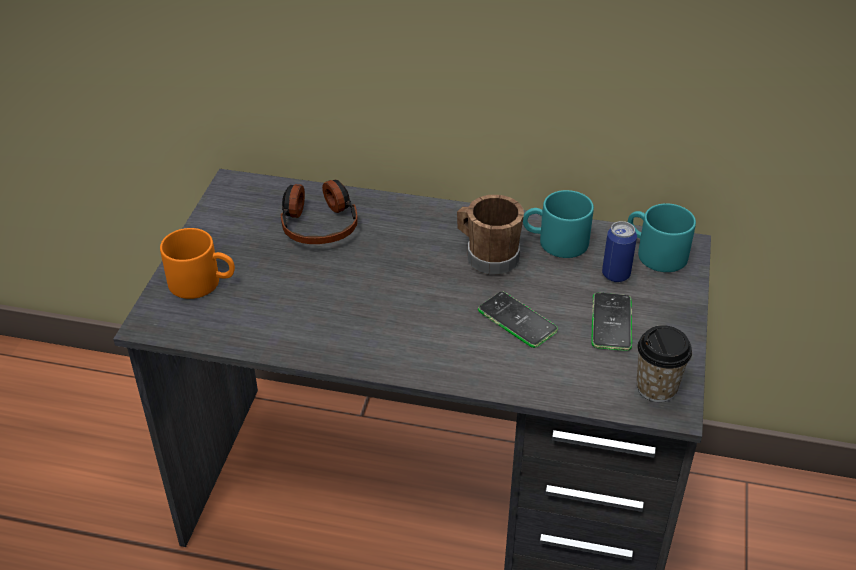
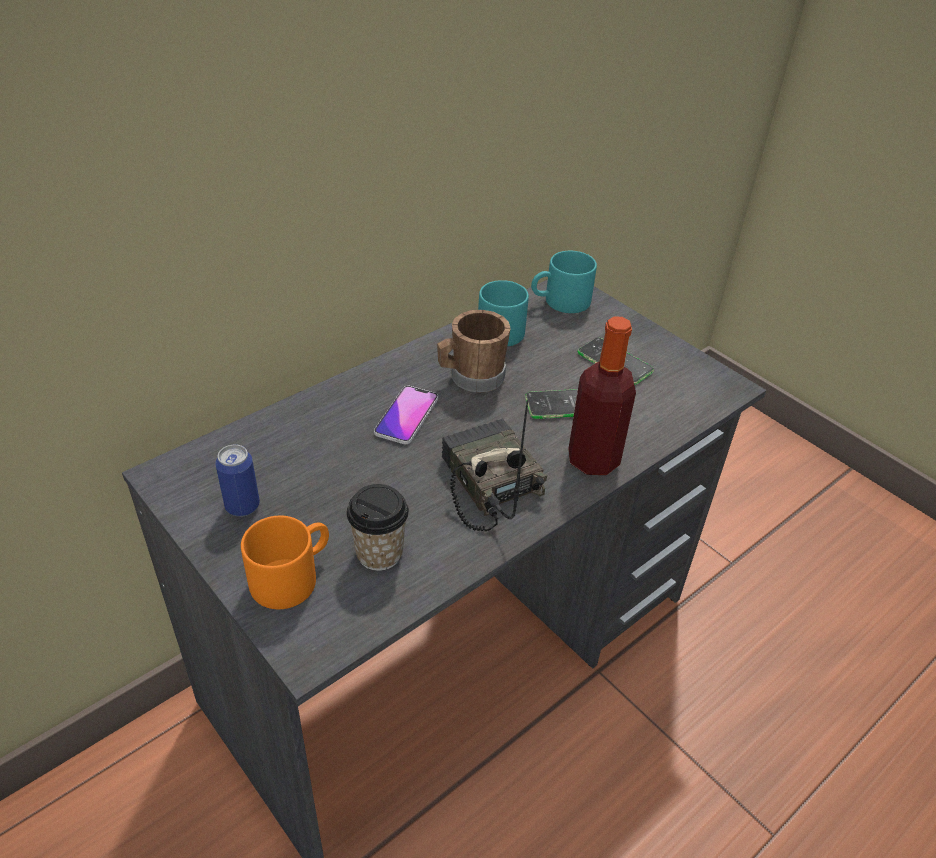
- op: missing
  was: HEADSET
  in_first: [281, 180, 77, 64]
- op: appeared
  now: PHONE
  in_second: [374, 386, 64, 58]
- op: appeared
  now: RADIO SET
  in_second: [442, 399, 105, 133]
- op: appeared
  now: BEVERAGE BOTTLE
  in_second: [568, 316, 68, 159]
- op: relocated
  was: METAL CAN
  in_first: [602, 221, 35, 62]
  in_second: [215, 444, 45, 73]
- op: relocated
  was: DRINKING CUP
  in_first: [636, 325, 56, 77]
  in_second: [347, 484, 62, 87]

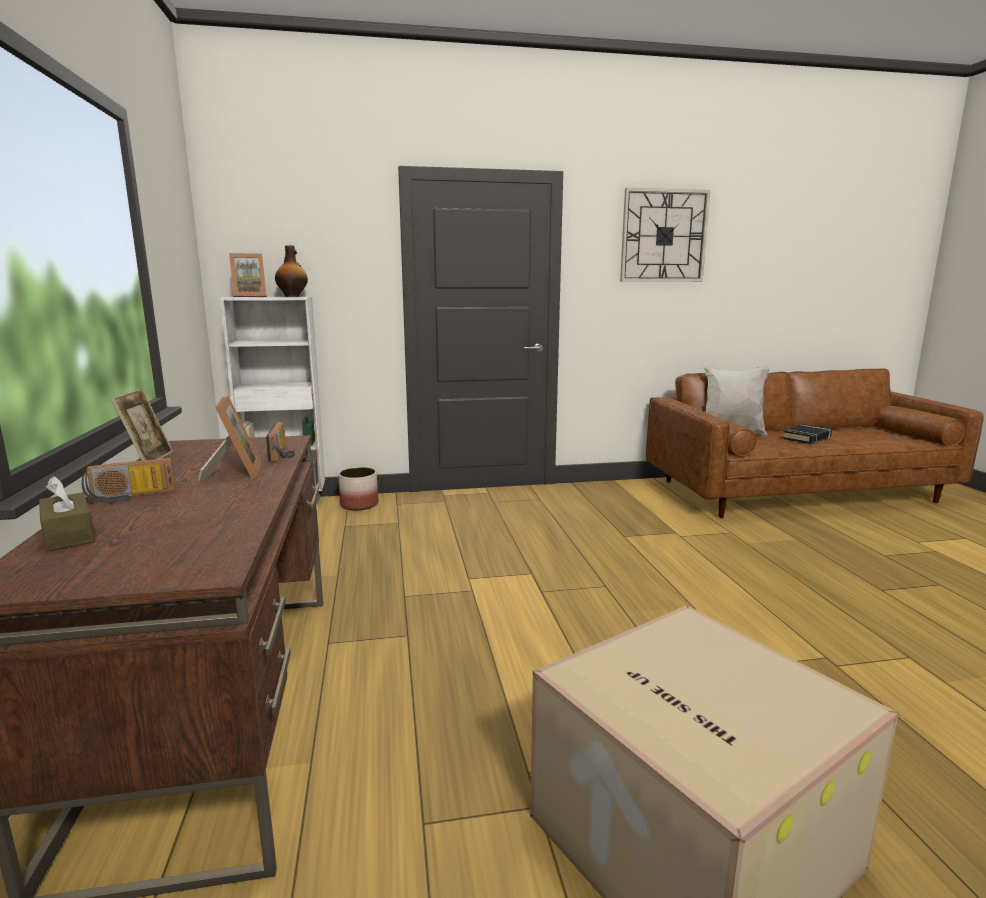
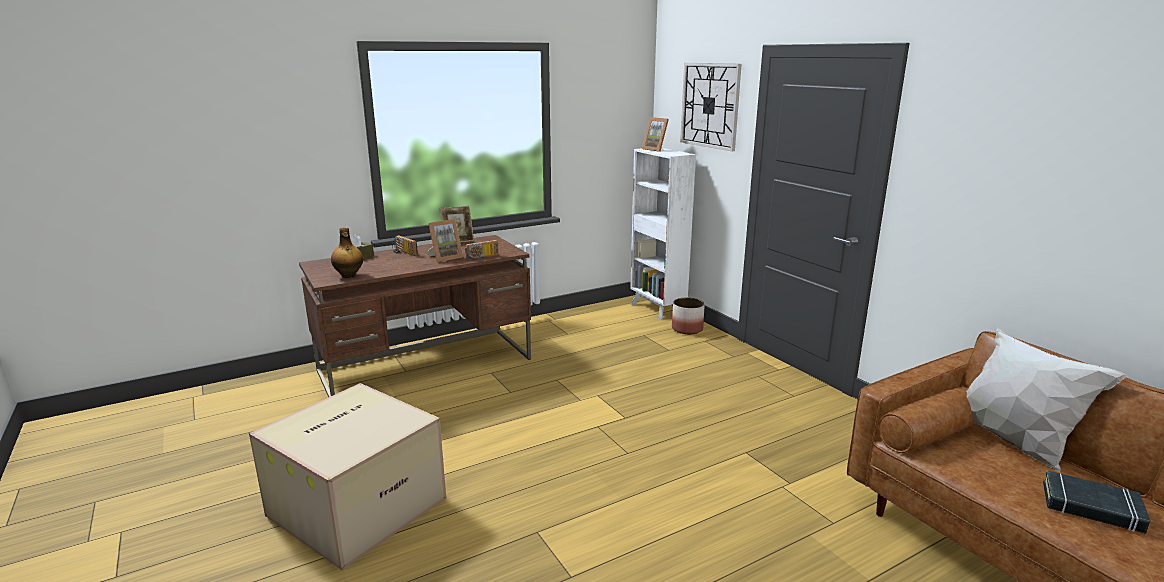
- op: relocated
  was: BEVERAGE BOTTLE
  in_first: [275, 245, 33, 52]
  in_second: [331, 227, 32, 51]
- op: relocated
  was: WALL CLOCK
  in_first: [620, 188, 90, 94]
  in_second: [680, 63, 62, 89]

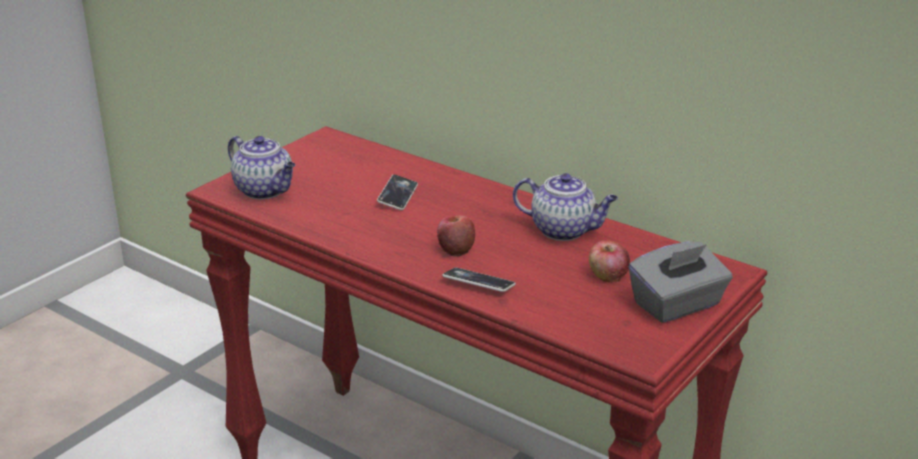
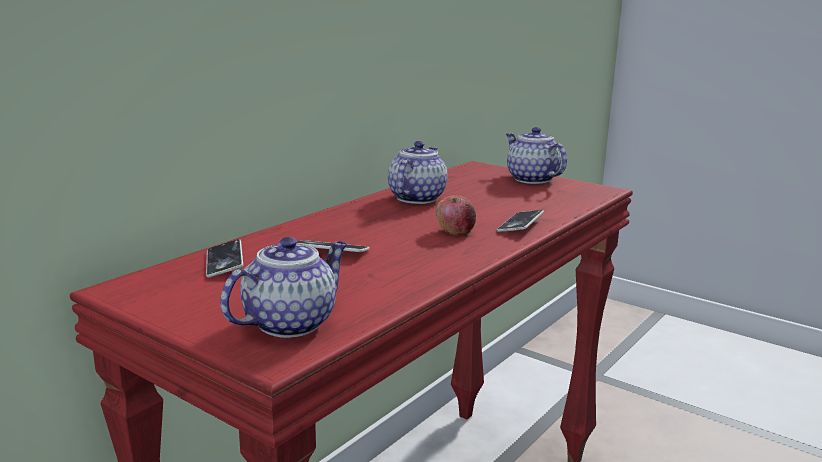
- op: missing
  was: APPLE FRUIT
  in_first: [589, 240, 41, 43]
- op: appeared
  now: PHONE
  in_second: [206, 239, 37, 39]
- op: exchanged
  was: GREYISH TISSUE HOLDER
  now: POT FOR TEA
  in_first: [628, 241, 105, 82]
  in_second: [506, 127, 61, 57]

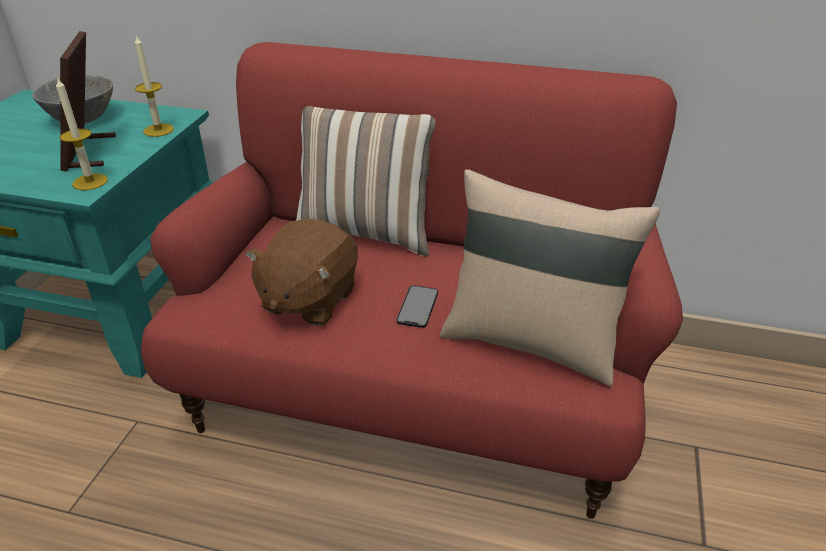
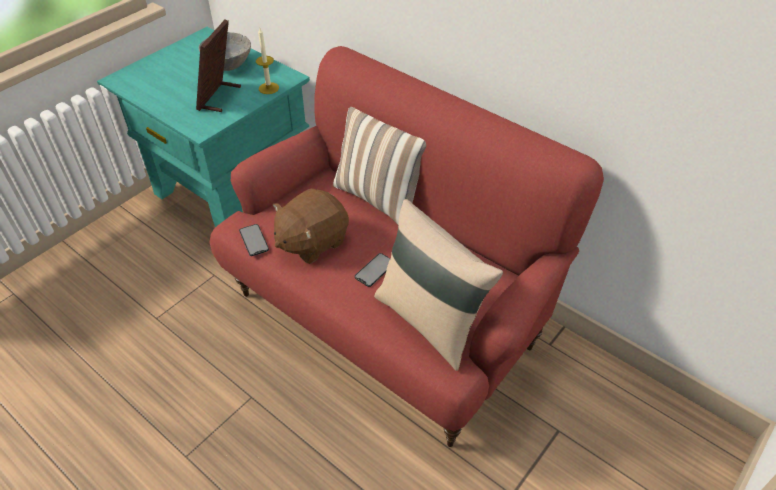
- op: missing
  was: WAX LIGHT
  in_first: [56, 76, 52, 114]
- op: appeared
  now: PHONE
  in_second: [239, 224, 30, 32]

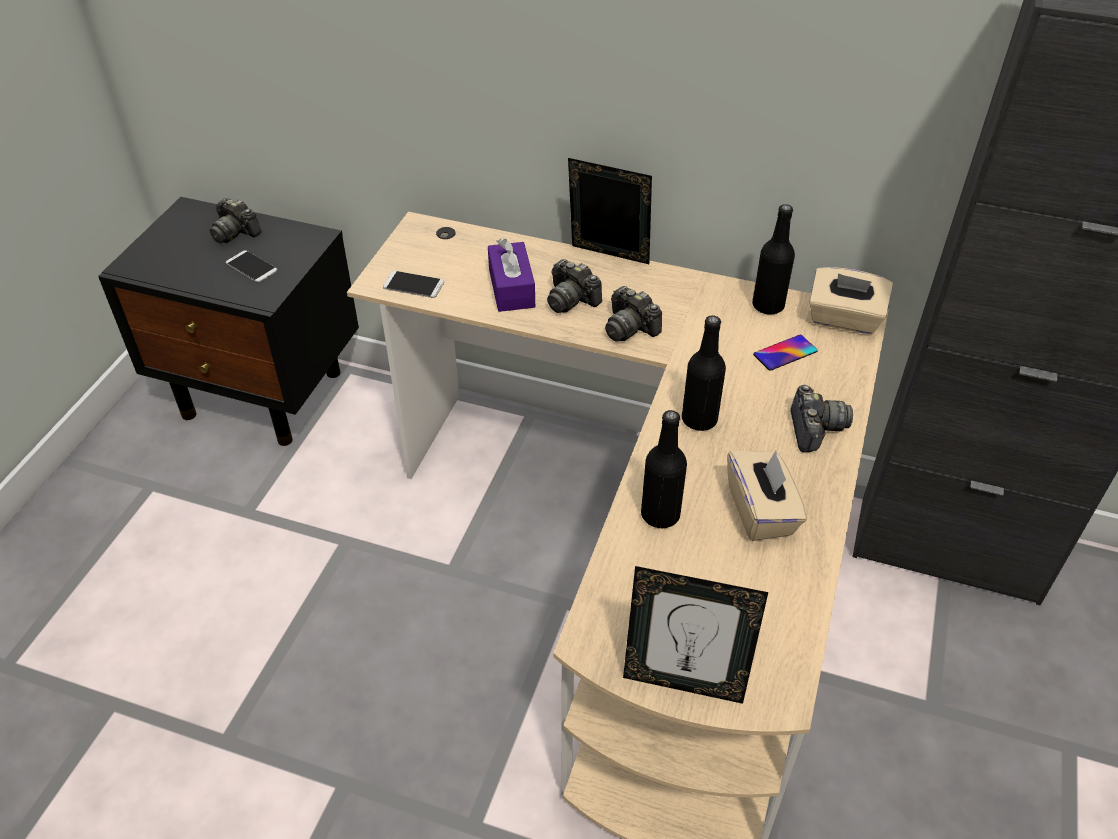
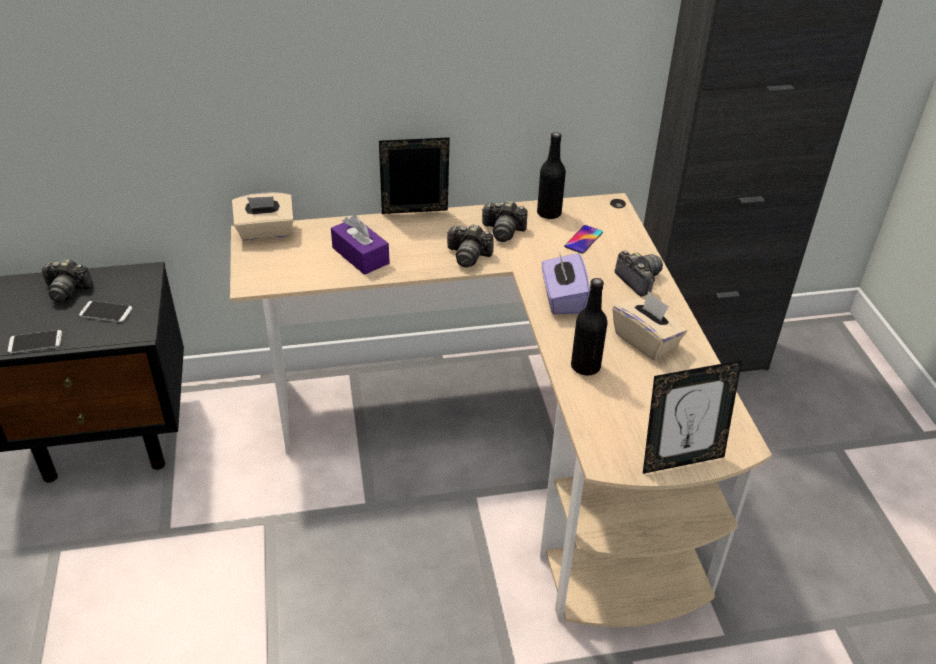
- op: relocated
  was: PHONE
  in_first: [383, 271, 61, 27]
  in_second: [8, 330, 54, 23]
- op: relocated
  was: PHOTO CAMERA
  in_first: [547, 259, 55, 54]
  in_second: [481, 200, 46, 42]
- op: relocated
  was: SAND-COLOURED TISSUE HOLDER
  in_first: [809, 267, 84, 67]
  in_second: [232, 193, 62, 48]
- op: exchanged
  was: BLACK BEVERAGE BOTTLE
  now: PURPLISH TISSUE HOLDER
  in_first: [682, 315, 44, 116]
  in_second: [542, 252, 48, 63]

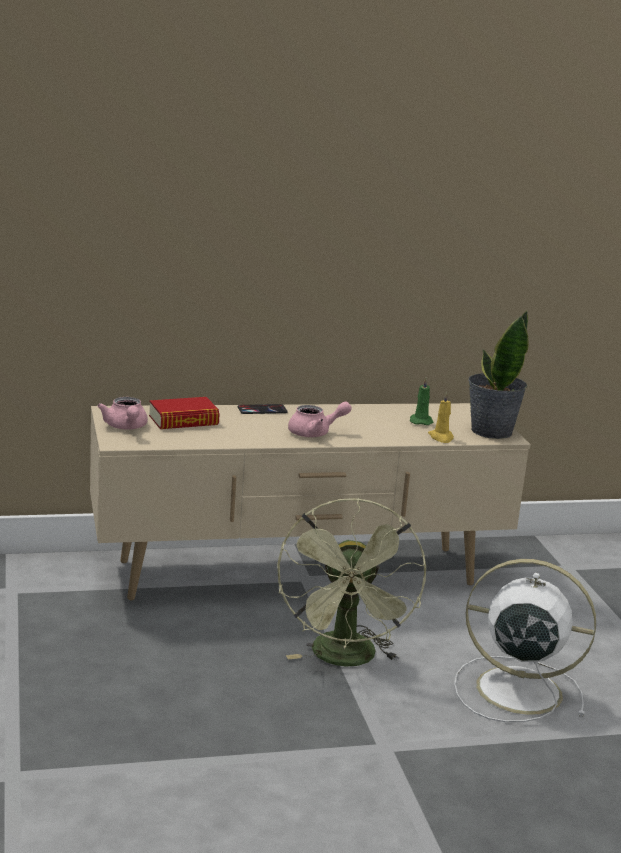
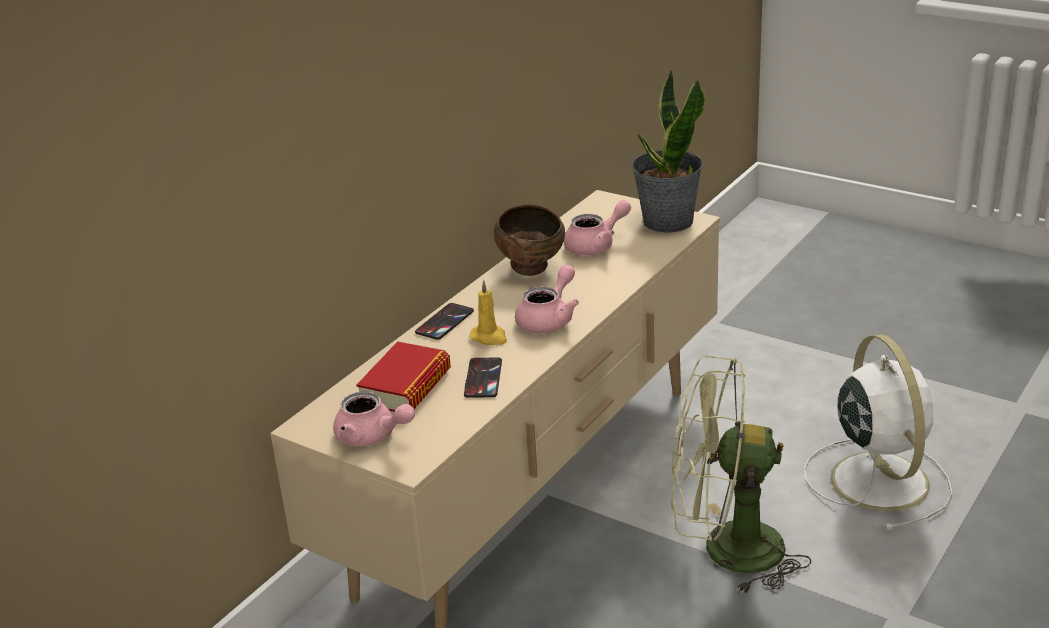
- op: appeared
  now: PHONE
  in_second: [464, 358, 38, 40]
- op: appeared
  now: BROWNISH DEEP DISH
  in_second: [494, 204, 71, 72]
- op: relocated
  was: YELLOW WAX LIGHT
  in_first: [428, 392, 26, 51]
  in_second: [470, 280, 37, 65]
- op: exchanged
  was: GREEN WAX LIGHT
  now: PINK-COLOURED POT FOR TEA
  in_first: [410, 378, 23, 47]
  in_second: [564, 200, 67, 55]
- op: spun
  was: GREEN FAN
  in_first: [277, 498, 149, 168]
  in_second: [671, 356, 140, 239]
  clockwise: 135
- op: spun
  was: WHITE-COLOURED FAN
  in_first: [454, 559, 142, 163]
  in_second: [804, 334, 149, 197]
  clockwise: 105

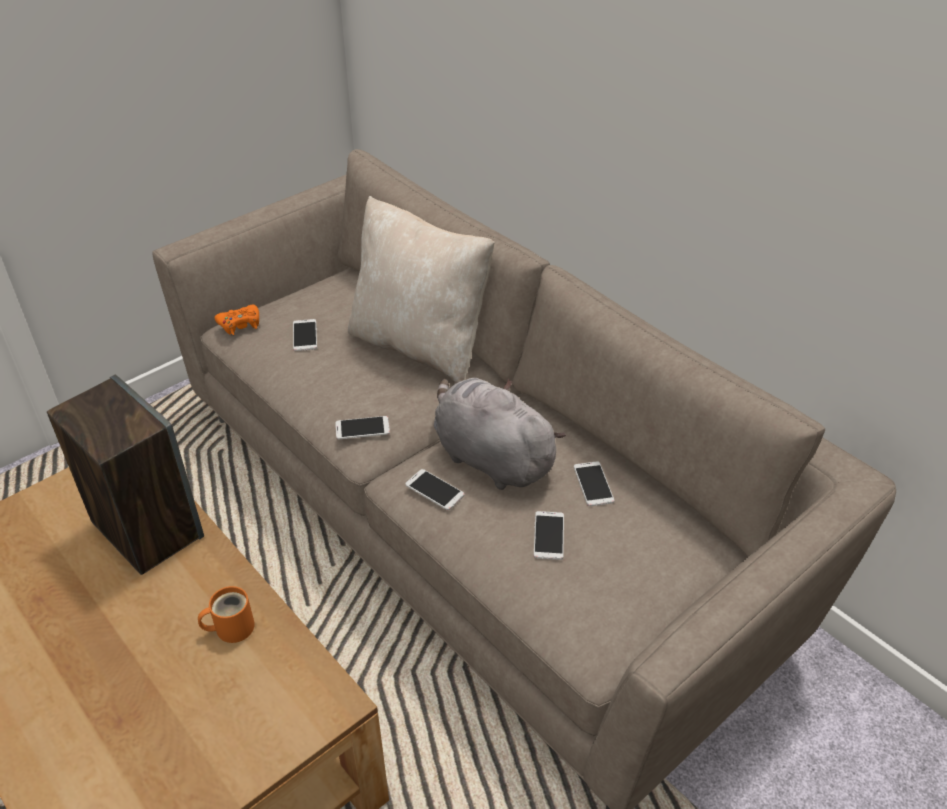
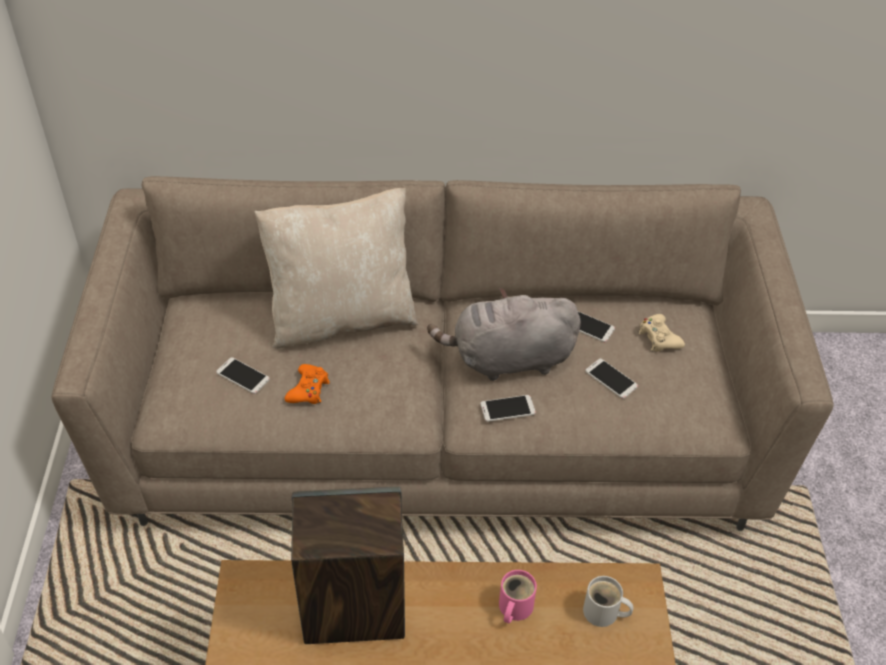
- op: missing
  was: PHONE
  in_first: [335, 416, 55, 23]
- op: appeared
  now: WHITE-COLOURED MUG
  in_second: [583, 576, 50, 51]
- op: appeared
  now: SAND-COLOURED GAME CONTROLLER
  in_second: [638, 314, 47, 38]
- op: relocated
  was: ORANGE GAME CONTROLLER
  in_first: [215, 305, 44, 30]
  in_second: [285, 364, 45, 40]
- op: colour
  was: ORANGE MUG
  now: PINK-COLOURED MUG
  in_first: [198, 586, 57, 57]
  in_second: [499, 570, 38, 53]

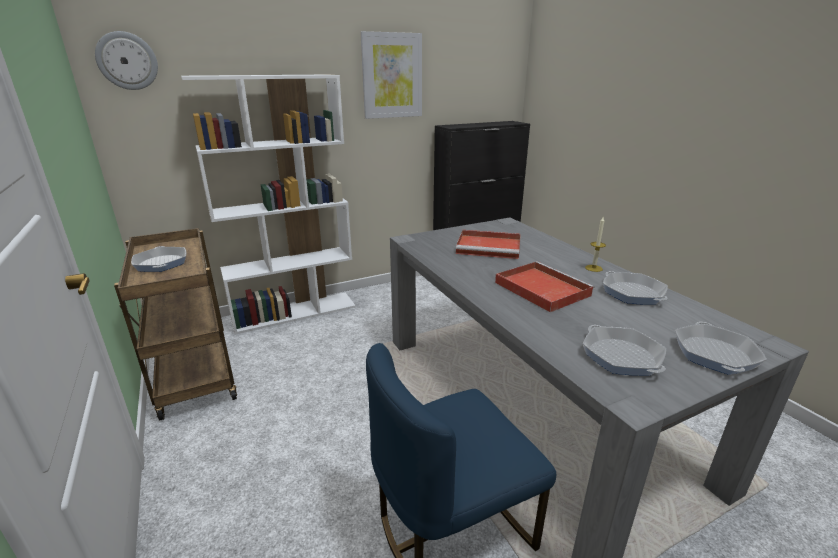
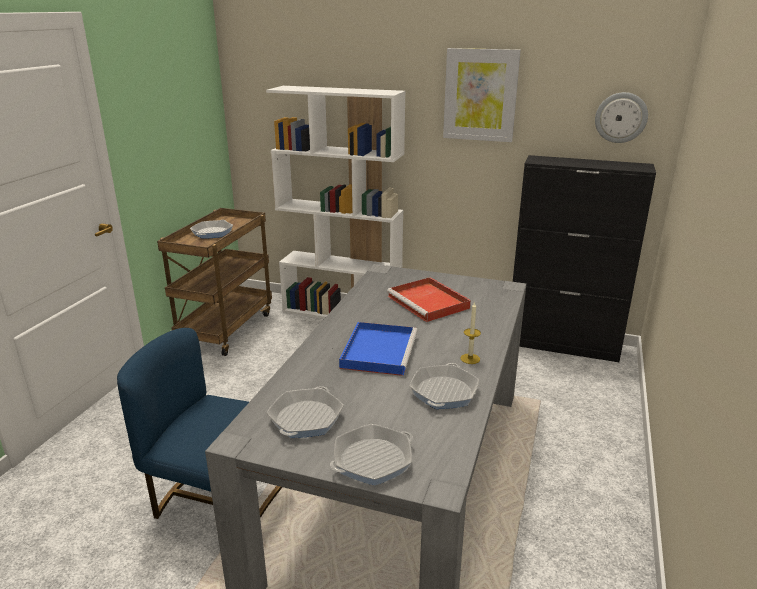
- op: relocated
  was: WALL CLOCK
  in_first: [95, 31, 63, 59]
  in_second: [595, 92, 53, 51]
- op: colour
  was: RED TRAY
  now: BLUISH TRAY
  in_first: [495, 261, 100, 51]
  in_second: [339, 322, 79, 54]

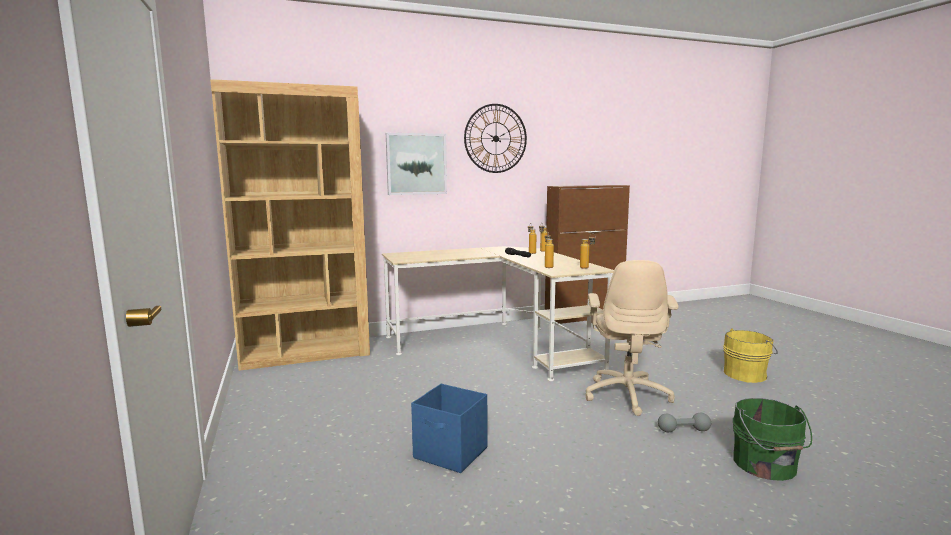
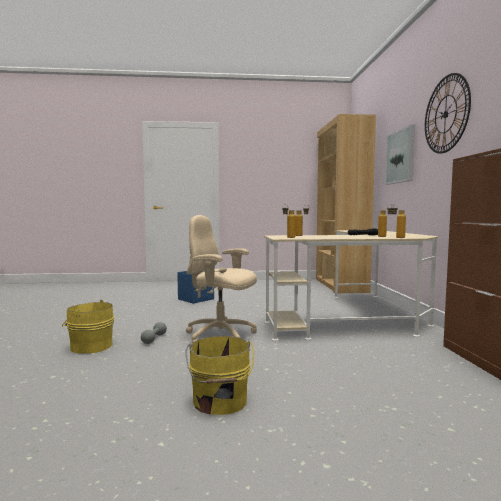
- op: colour
  was: GREEN WATER BUCKET
  now: YELLOW WATER BUCKET
  in_first: [733, 398, 79, 83]
  in_second: [62, 300, 52, 54]

